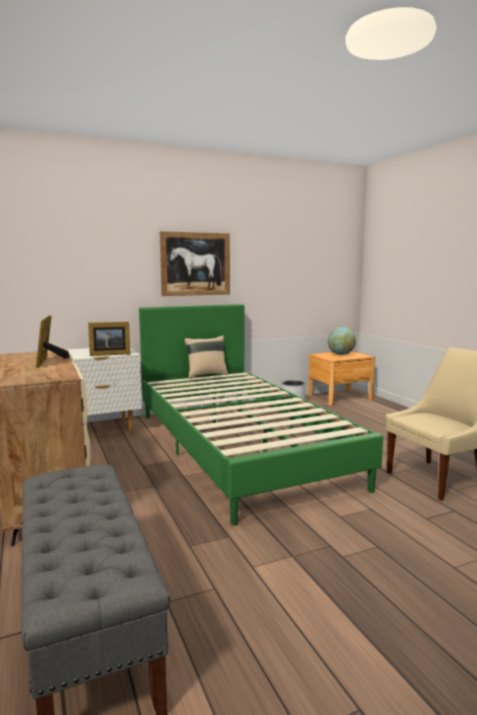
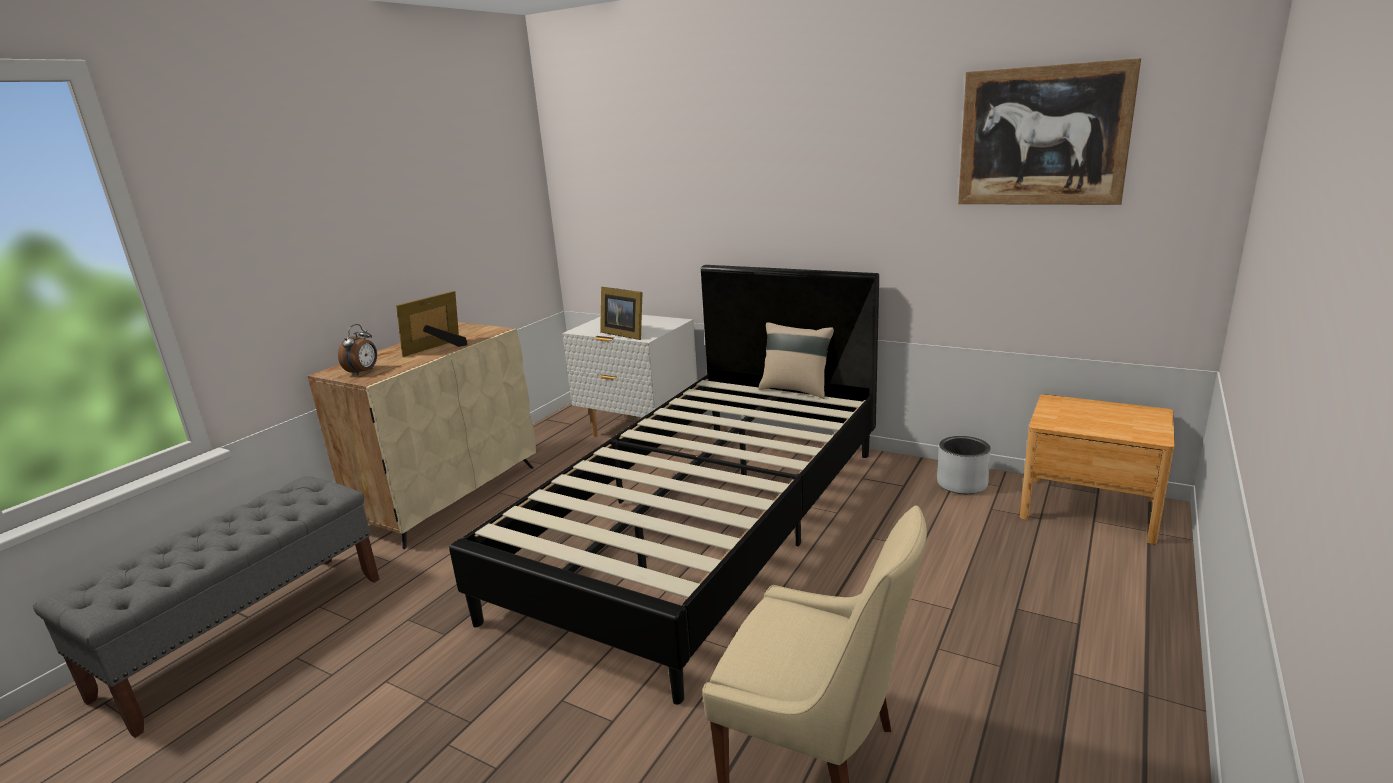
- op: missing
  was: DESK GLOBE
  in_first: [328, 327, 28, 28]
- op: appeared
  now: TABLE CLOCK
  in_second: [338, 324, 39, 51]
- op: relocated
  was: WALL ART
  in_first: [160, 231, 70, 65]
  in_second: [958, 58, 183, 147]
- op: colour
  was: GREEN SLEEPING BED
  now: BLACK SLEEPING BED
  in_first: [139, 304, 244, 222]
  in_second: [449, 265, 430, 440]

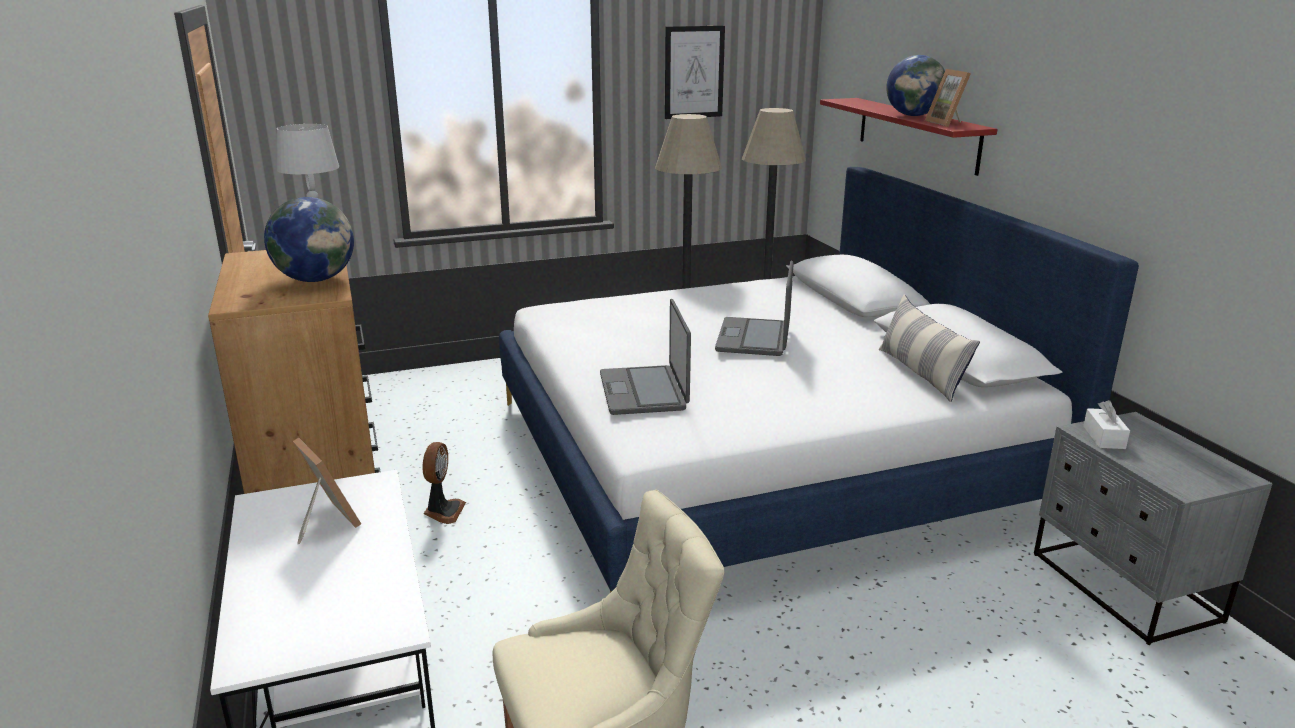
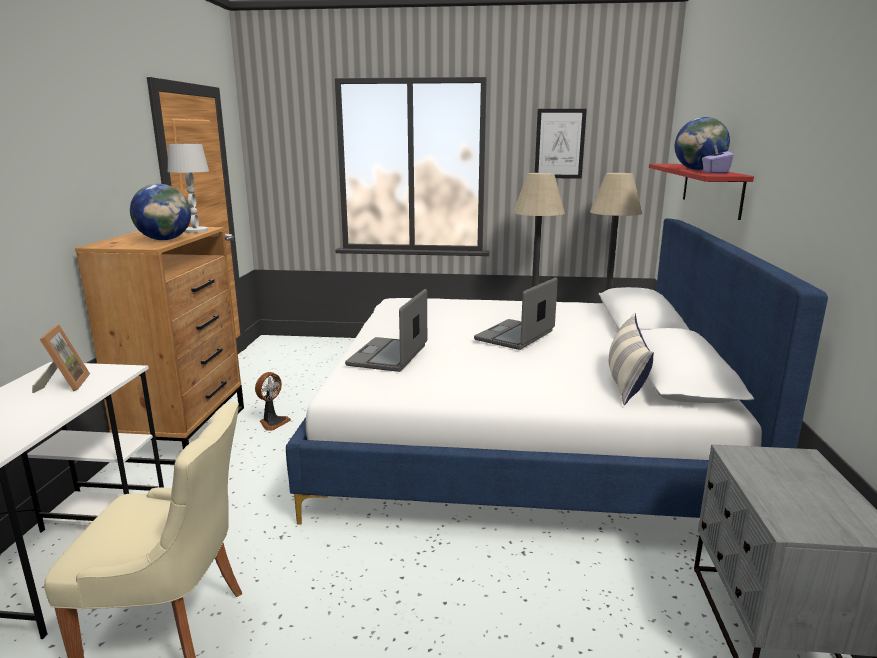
- op: missing
  was: WHITE-COLOURED TISSUE HOLDER
  in_first: [1083, 400, 47, 49]
- op: exchanged
  was: PHOTO FRAME
  now: PURPLISH TISSUE HOLDER
  in_first: [925, 69, 46, 58]
  in_second: [702, 145, 32, 29]

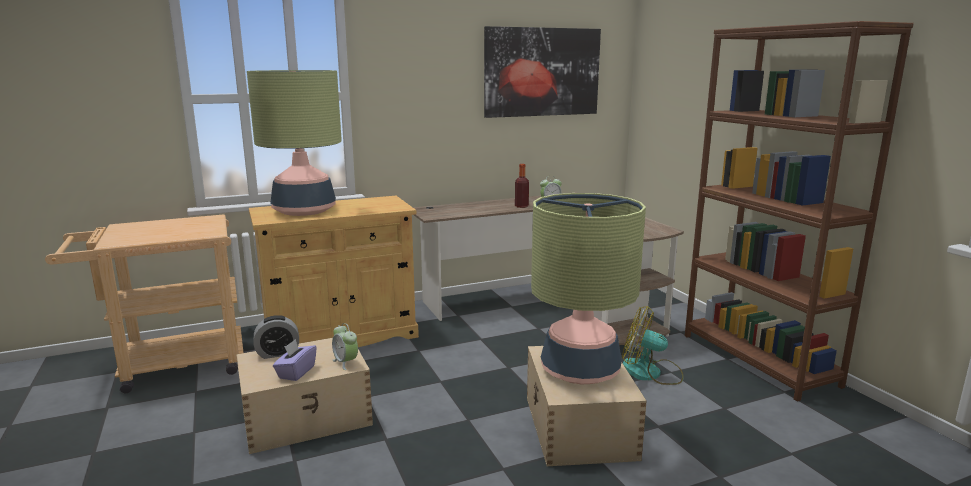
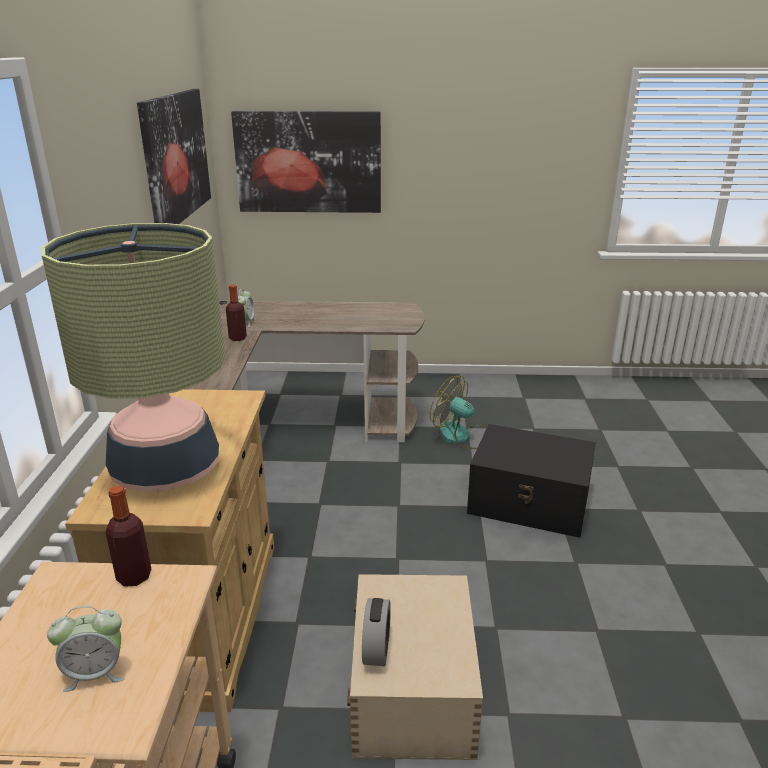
- op: missing
  was: PURPLISH TISSUE HOLDER
  in_first: [273, 339, 44, 42]
- op: missing
  was: TABLETOP LAMP
  in_first: [531, 193, 115, 192]
- op: missing
  was: BROWNISH BOOKSHELF
  in_first: [685, 21, 229, 380]
- op: appeared
  now: BEVERAGE BOTTLE
  in_second: [106, 485, 45, 102]
- op: appeared
  now: WALL ART
  in_second: [231, 111, 150, 102]
- op: relocated
  was: TABLE CLOCK
  in_first: [332, 323, 26, 47]
  in_second: [47, 606, 78, 86]
- op: colour
  was: SAND-COLOURED STORAGE CONTAINER
  now: BLACK STORAGE CONTAINER
  in_first: [527, 346, 120, 120]
  in_second: [467, 424, 129, 114]
- op: spun
  was: FAN
  in_first: [622, 306, 62, 79]
  in_second: [430, 376, 57, 73]
  clockwise: 75

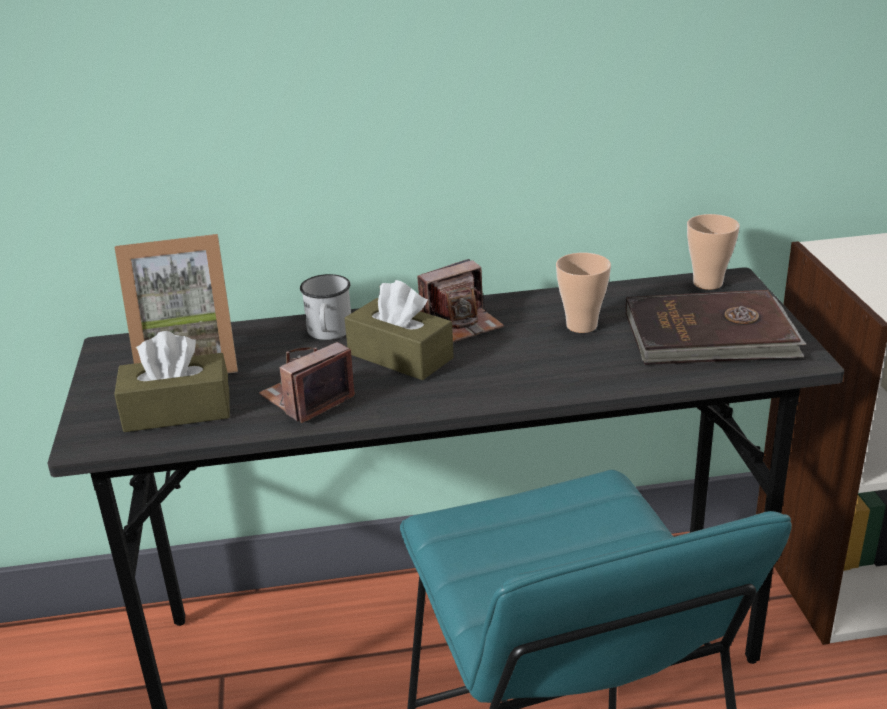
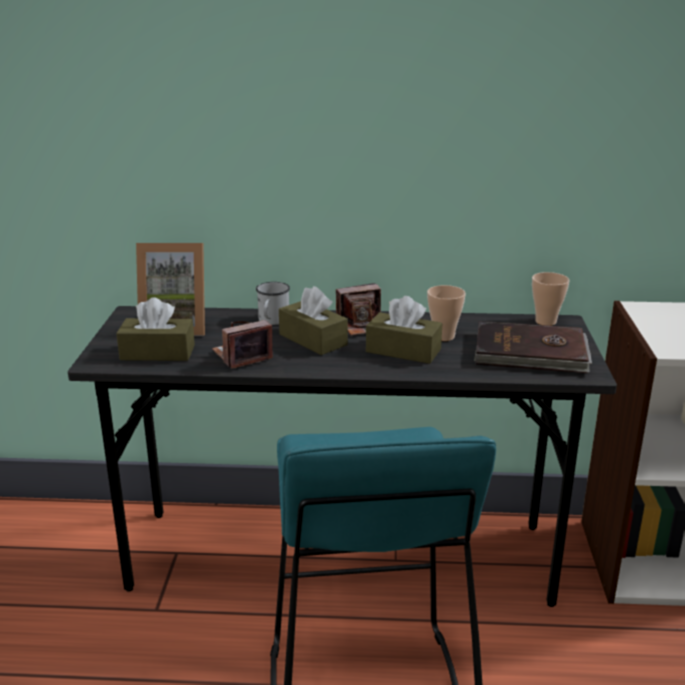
- op: appeared
  now: BROWNISH TISSUE HOLDER
  in_second: [366, 296, 76, 68]

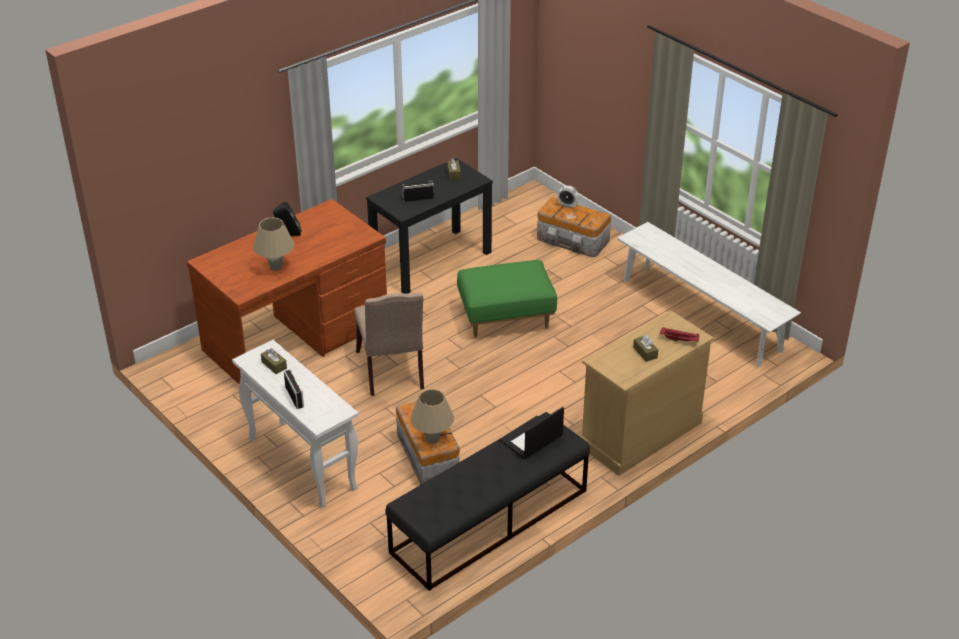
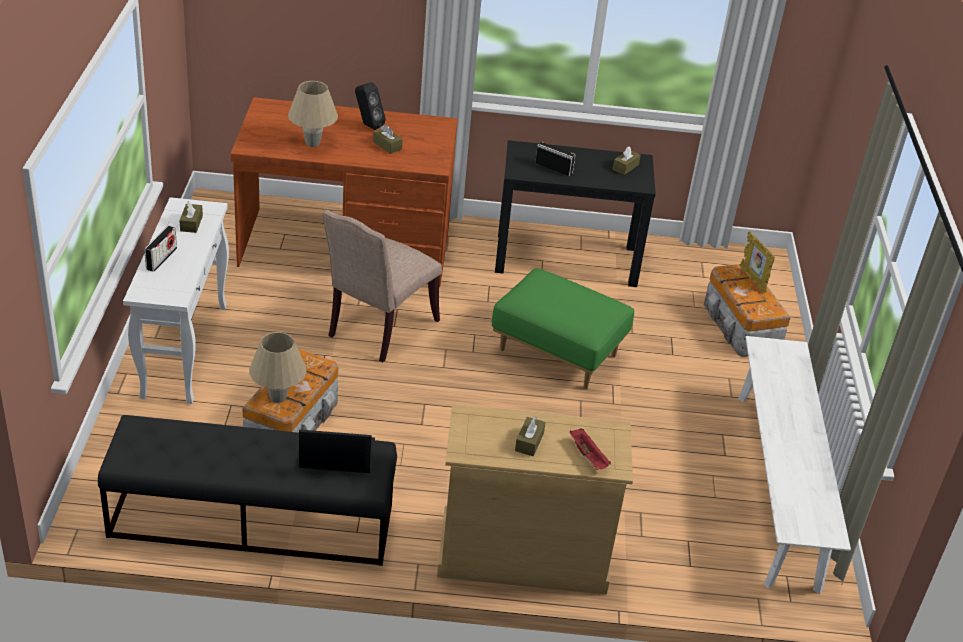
- op: appeared
  now: BROWNISH TISSUE HOLDER
  in_second: [373, 125, 30, 29]
- op: exchanged
  was: TABLE CLOCK
  now: PHOTO FRAME
  in_first: [558, 186, 21, 22]
  in_second: [740, 231, 35, 62]

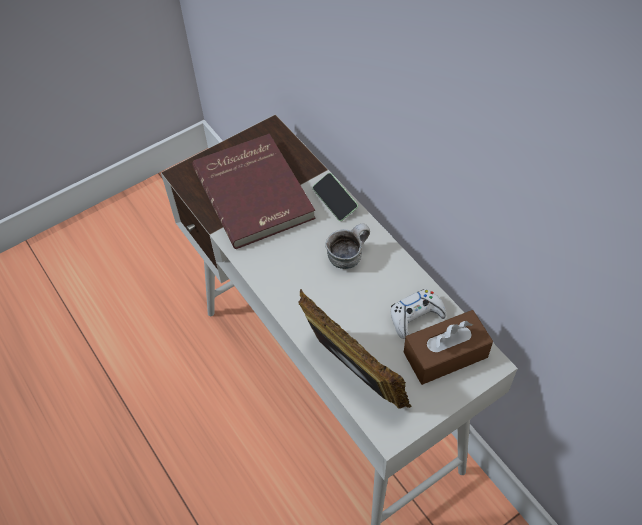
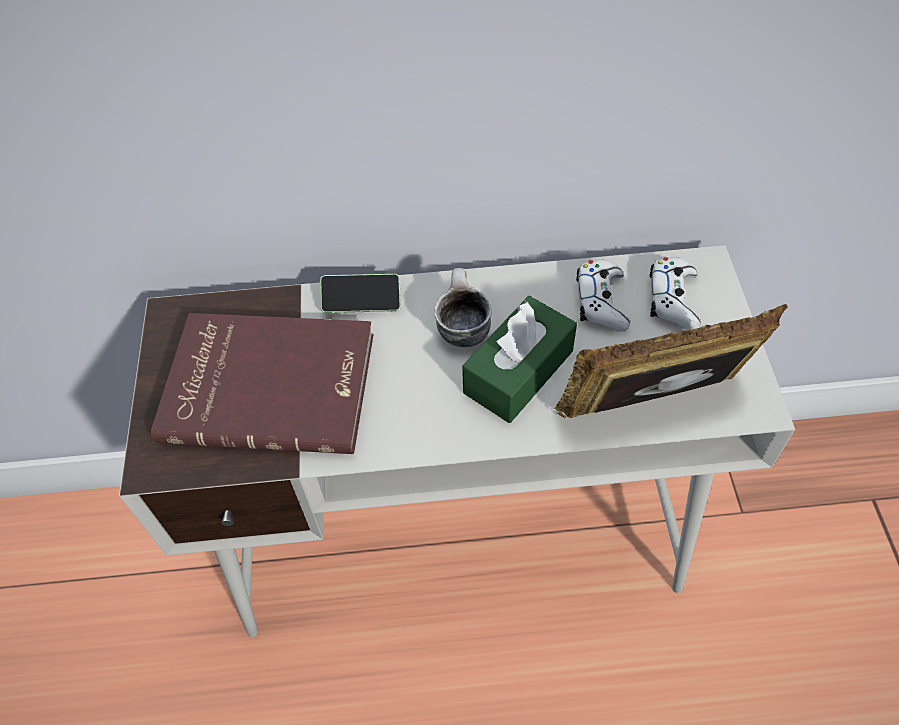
- op: appeared
  now: GREEN TISSUE HOLDER
  in_second: [462, 296, 115, 127]
- op: exchanged
  was: BROWNISH TISSUE HOLDER
  now: WHITE-COLOURED GAME CONTROLLER
  in_first: [404, 310, 89, 75]
  in_second: [649, 257, 52, 73]

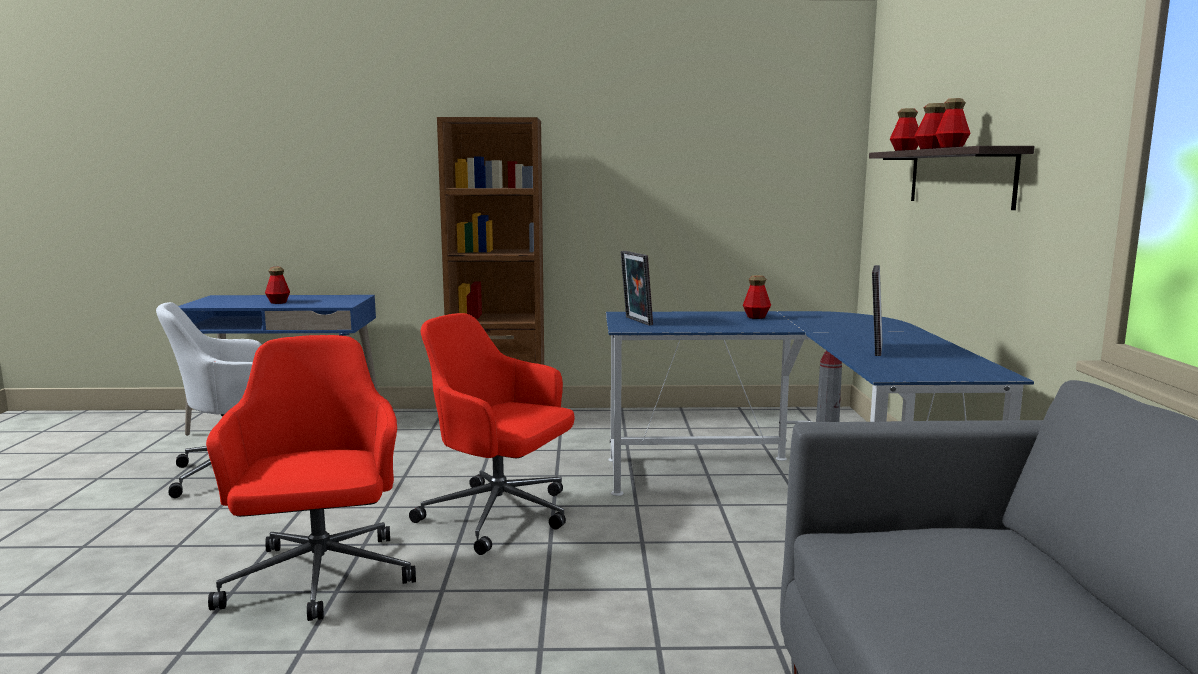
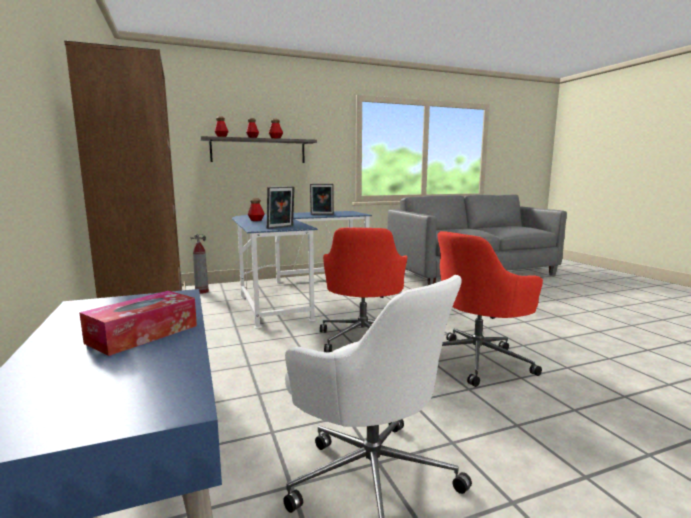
- op: exchanged
  was: BEVERAGE BOTTLE
  now: TISSUE HOLDER
  in_first: [265, 267, 25, 37]
  in_second: [79, 291, 118, 65]

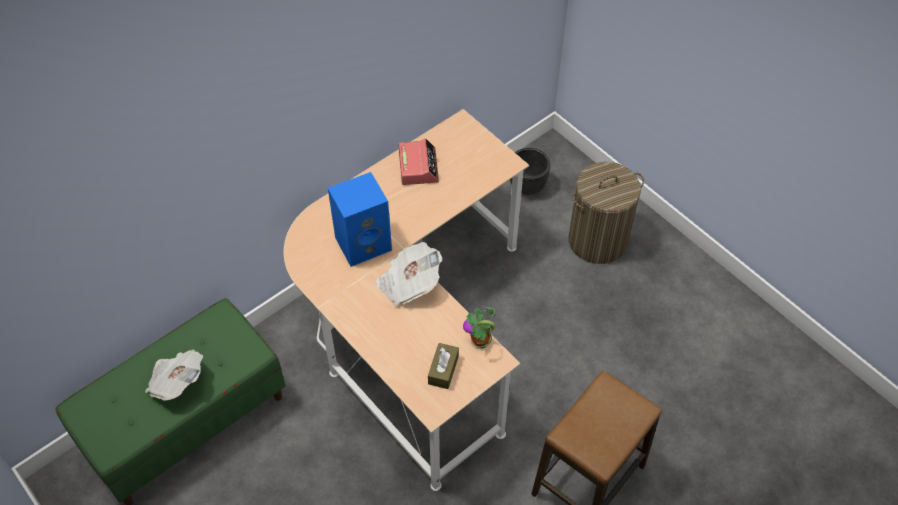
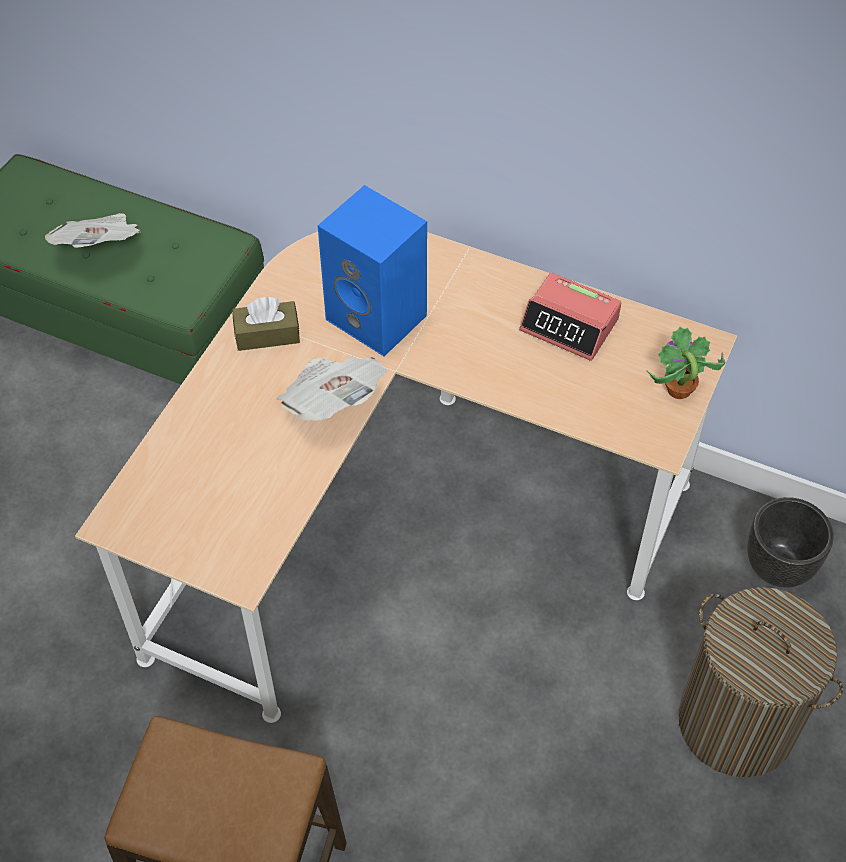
- op: relocated
  was: BROWNISH TISSUE HOLDER
  in_first: [428, 343, 31, 46]
  in_second: [232, 297, 68, 54]
- op: relocated
  was: HOUSEPLANT
  in_first: [463, 306, 32, 43]
  in_second: [646, 327, 79, 72]
- op: spun
  was: TABLE CLOCK
  in_first: [399, 138, 40, 47]
  in_second: [519, 273, 102, 88]
  clockwise: 60

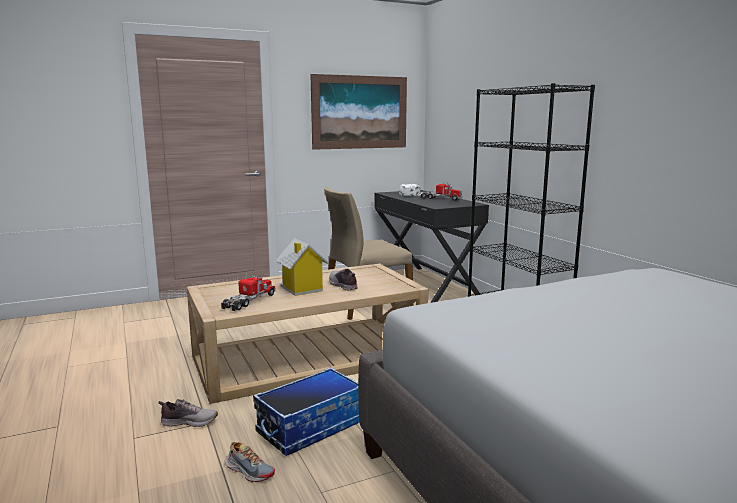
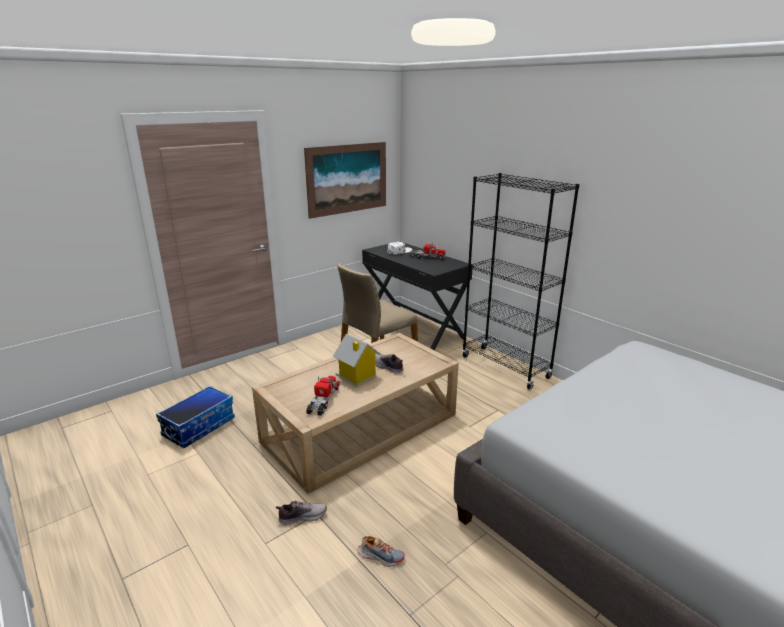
- op: relocated
  was: STORAGE CONTAINER
  in_first: [253, 367, 106, 89]
  in_second: [156, 385, 79, 63]

